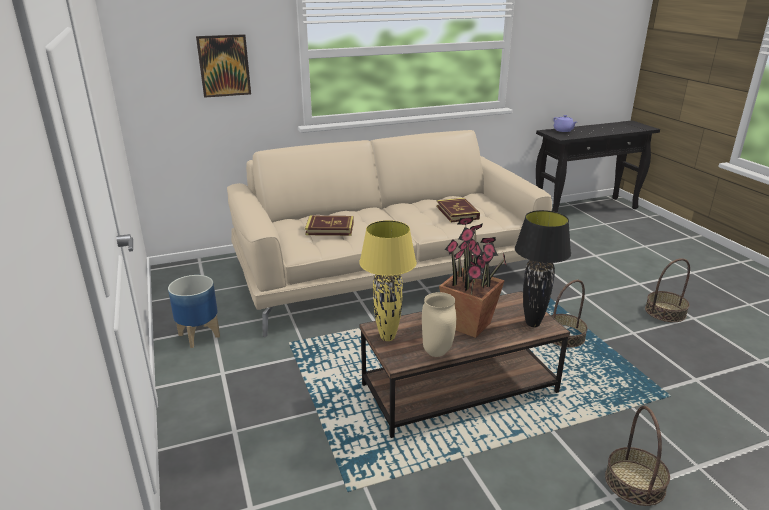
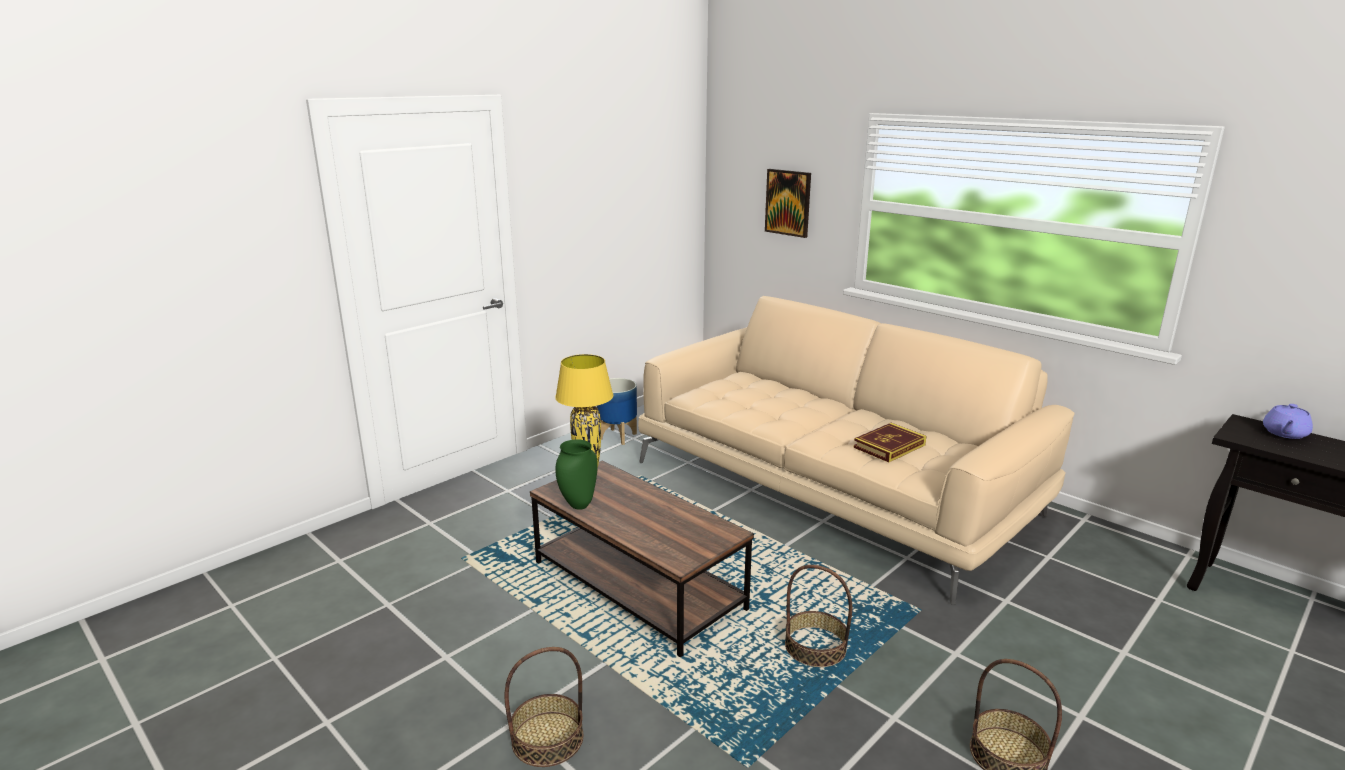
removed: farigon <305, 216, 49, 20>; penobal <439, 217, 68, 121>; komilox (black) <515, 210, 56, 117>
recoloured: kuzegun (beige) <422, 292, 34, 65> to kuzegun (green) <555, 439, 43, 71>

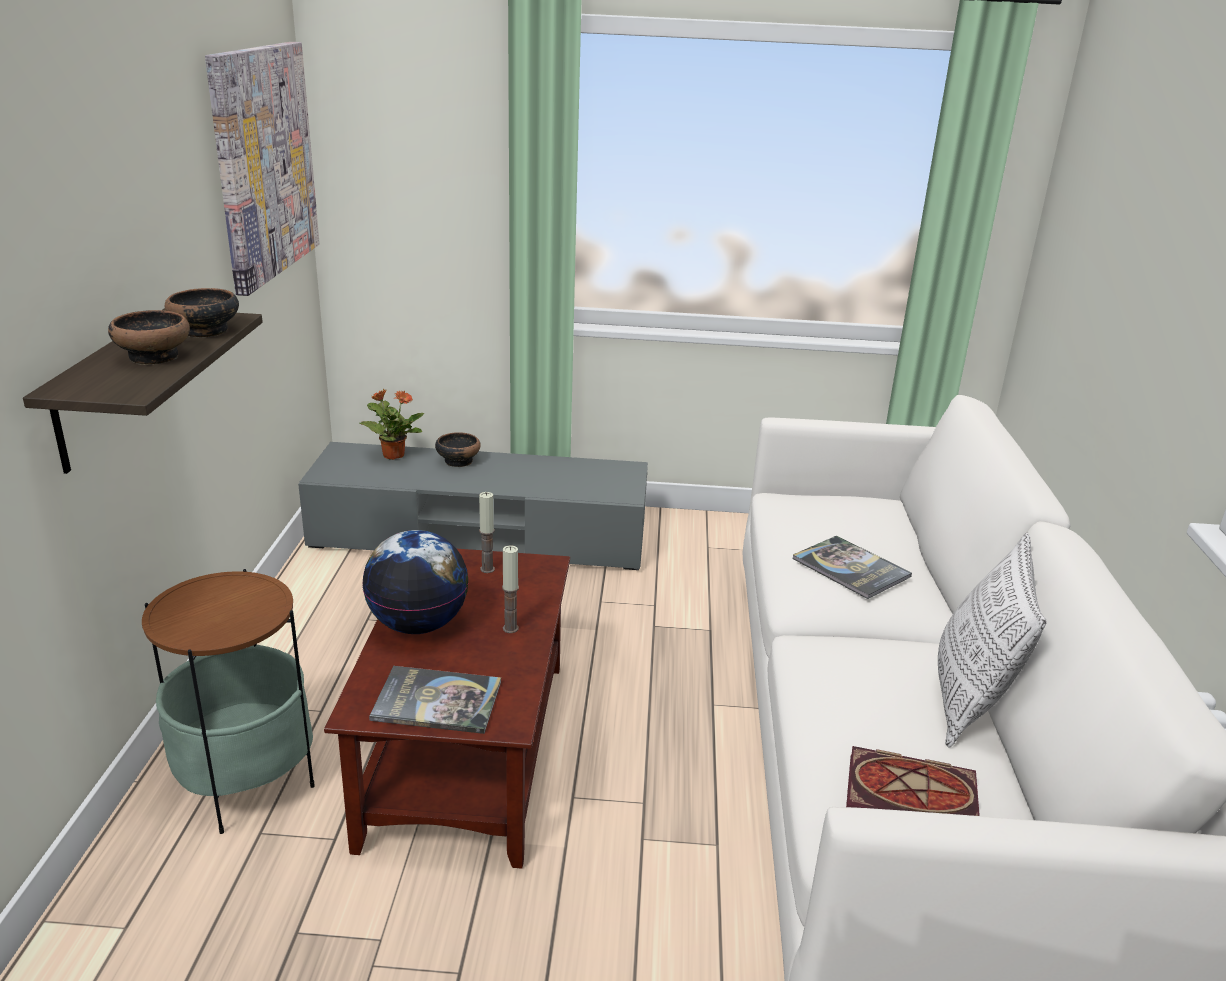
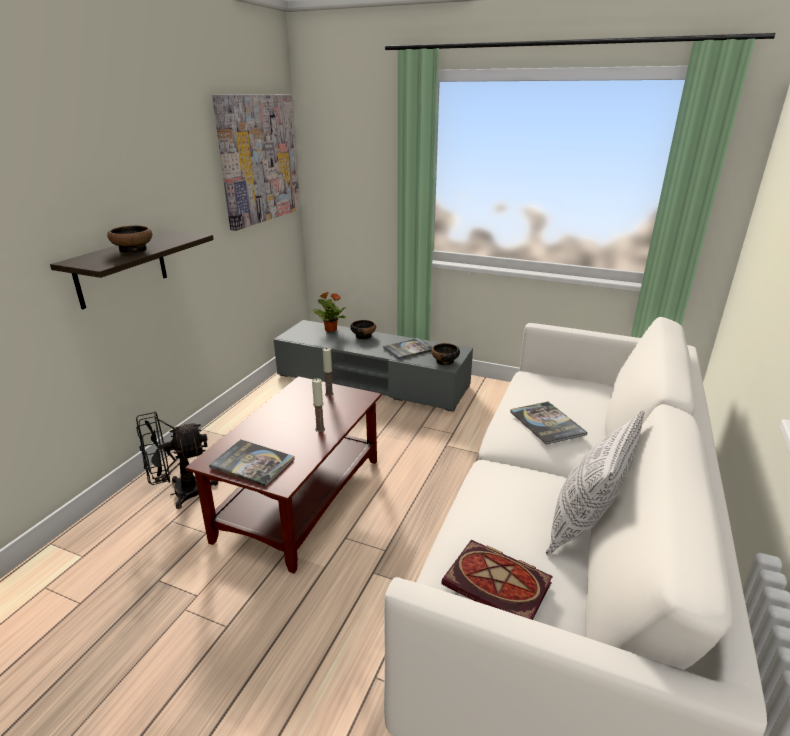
removed: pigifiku <362, 530, 107, 104>
added: farigon <383, 338, 50, 21>
moved: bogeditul <165, 288, 74, 50> to <431, 343, 29, 22>
replaced: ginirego <142, 569, 173, 265> to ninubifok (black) <136, 412, 82, 97>

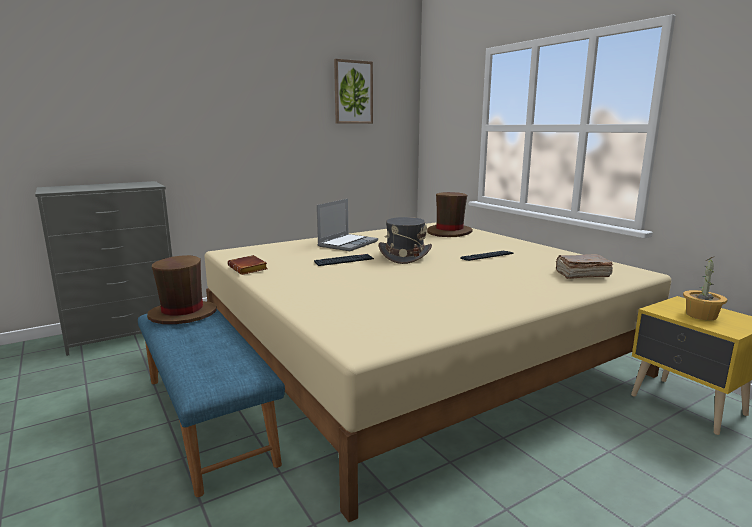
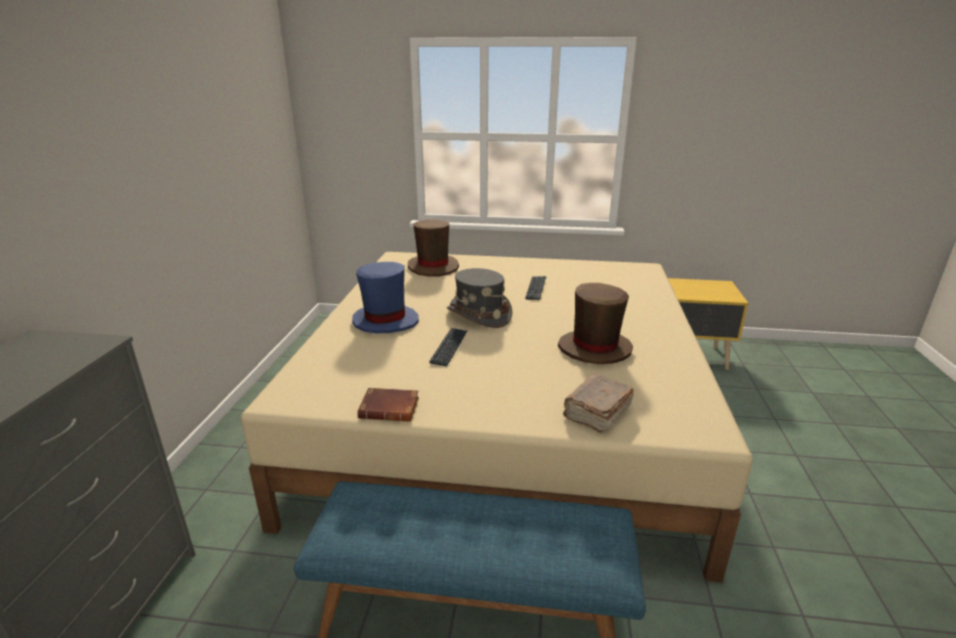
removed: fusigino <334, 59, 39, 65>; penobal <683, 257, 44, 63>
moved: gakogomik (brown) <147, 255, 70, 69> to <558, 283, 75, 81>; farigon (brown) <556, 254, 57, 25> to <563, 374, 71, 59>
replaced: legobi <317, 199, 61, 52> to gakogomik (blue) <352, 262, 67, 71>

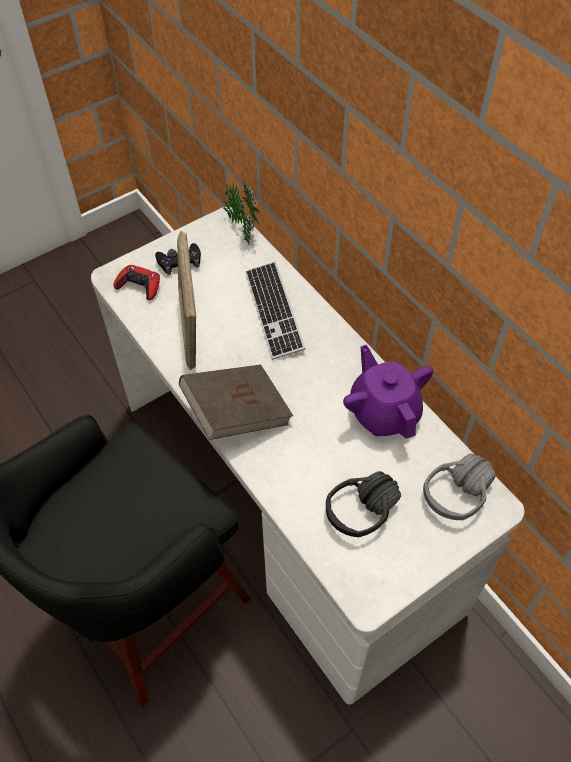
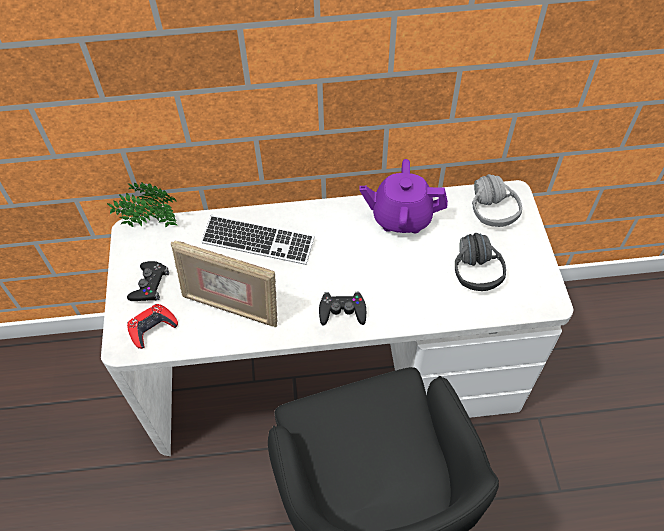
replaced: farigon (brown) <179, 365, 114, 75> to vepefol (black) <319, 291, 47, 35>

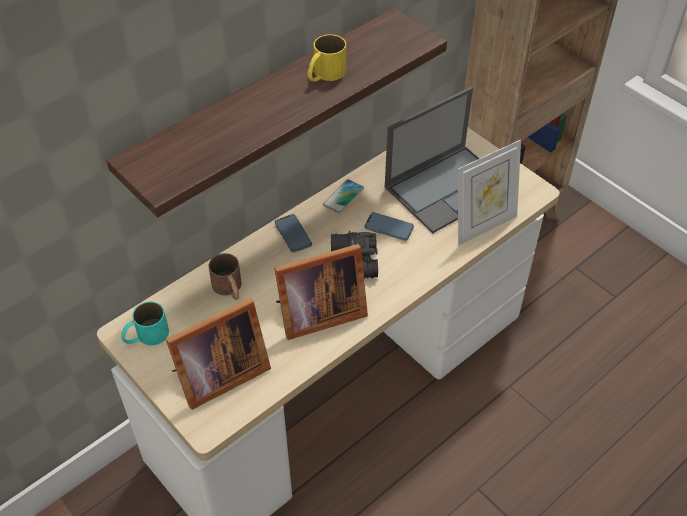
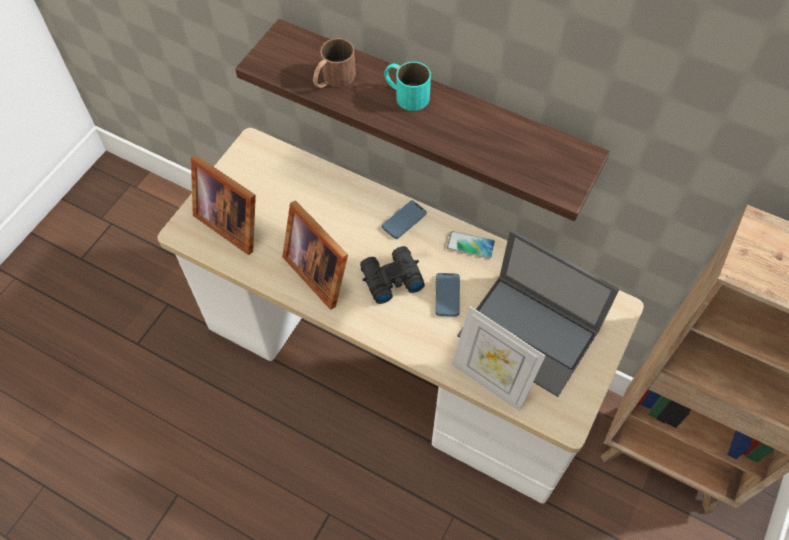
removed: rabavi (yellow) <308, 34, 38, 48>
moved: rabavi (turquoise) <121, 302, 48, 43> to <384, 62, 47, 49>; rabavi (brown) <208, 253, 34, 47> to <313, 38, 43, 50>

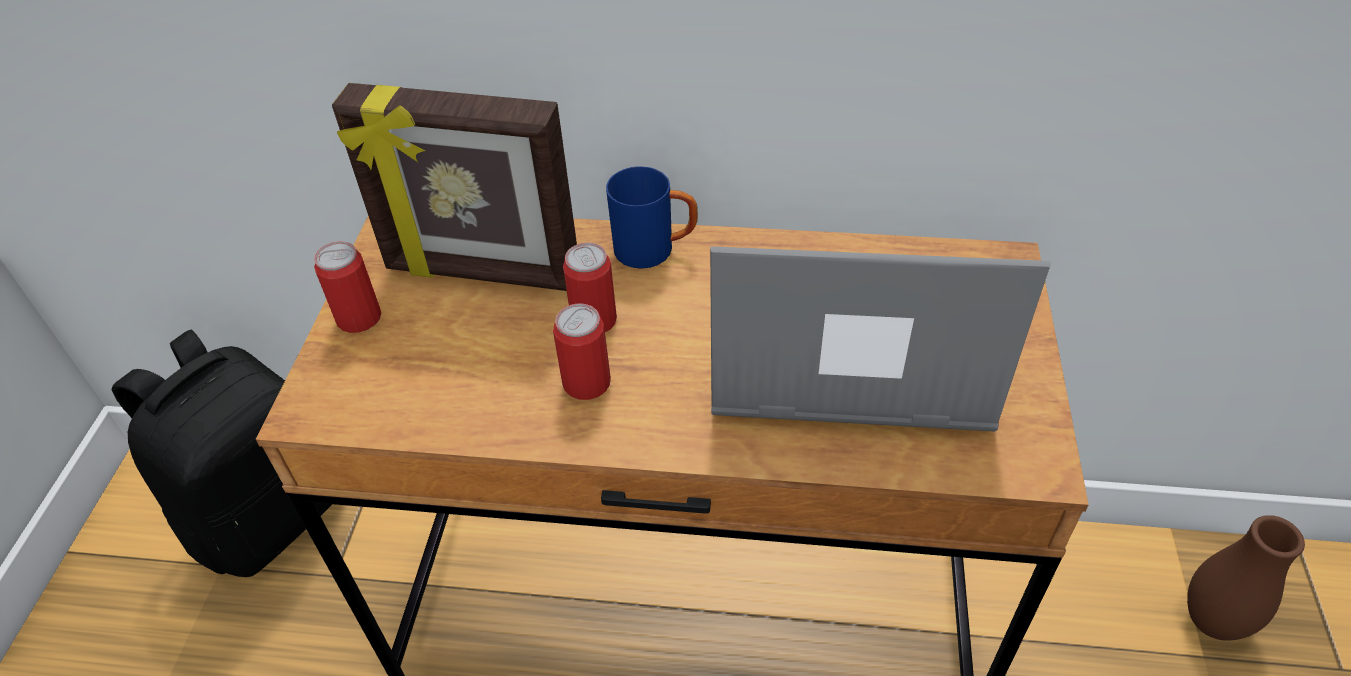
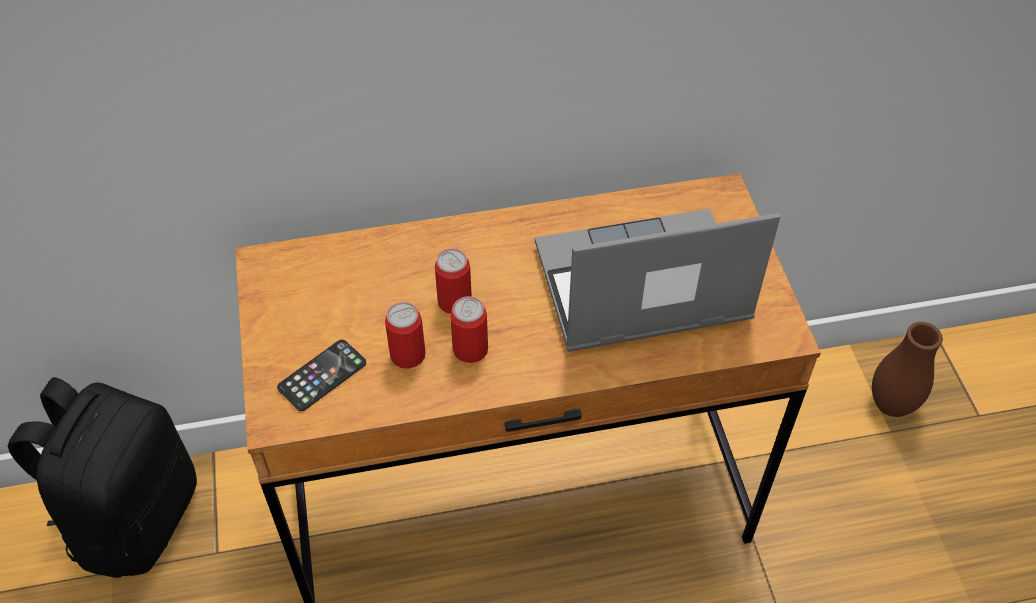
removed: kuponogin <332, 83, 245, 208>; rabavi (blue) <606, 166, 92, 103>
added: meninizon <277, 340, 89, 71>
moved: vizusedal <314, 241, 67, 92> to <385, 302, 41, 67>

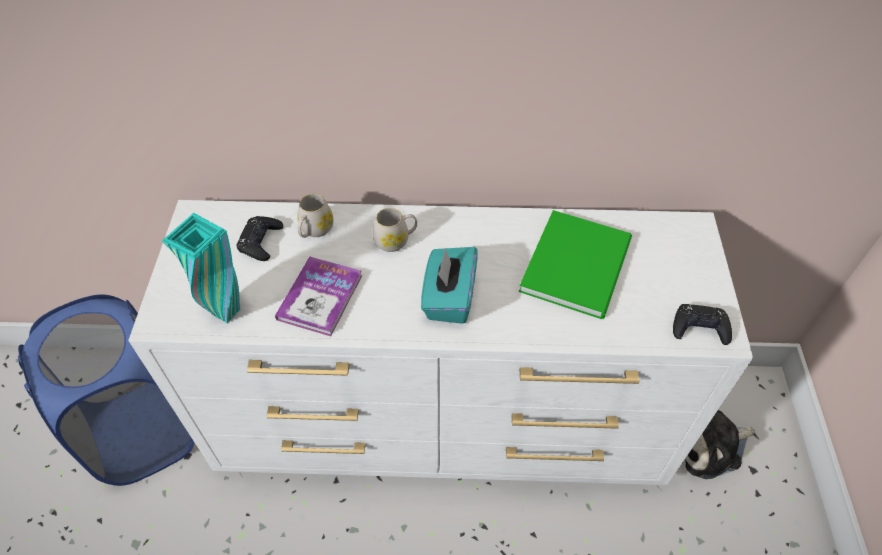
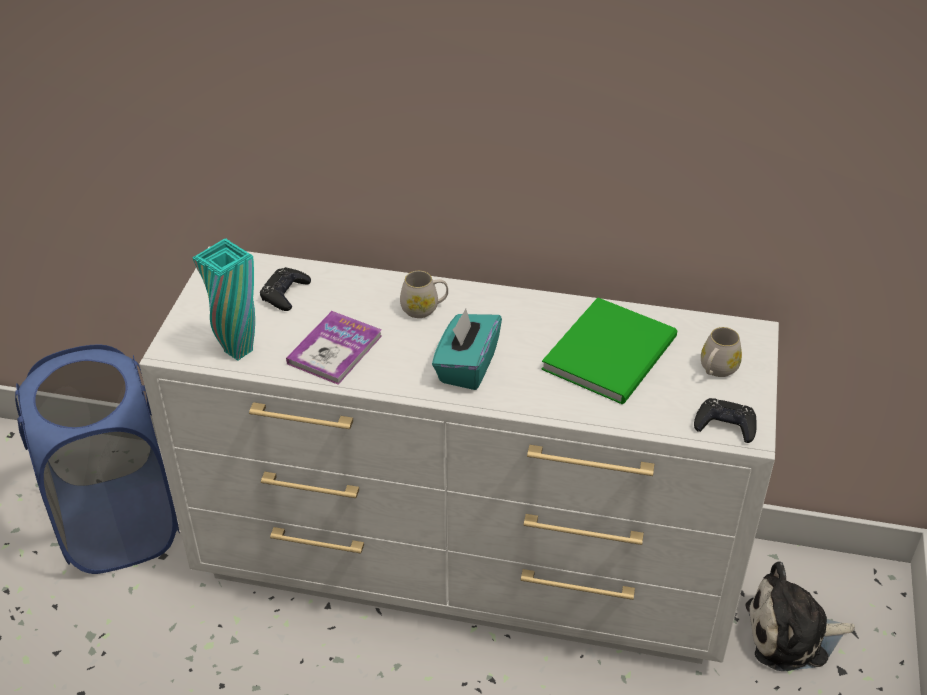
moved: rabavi (white) <298, 194, 36, 44> to <701, 327, 41, 50>

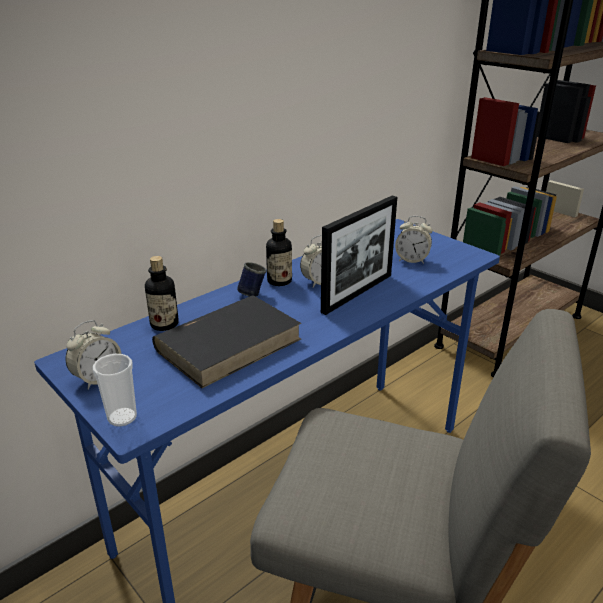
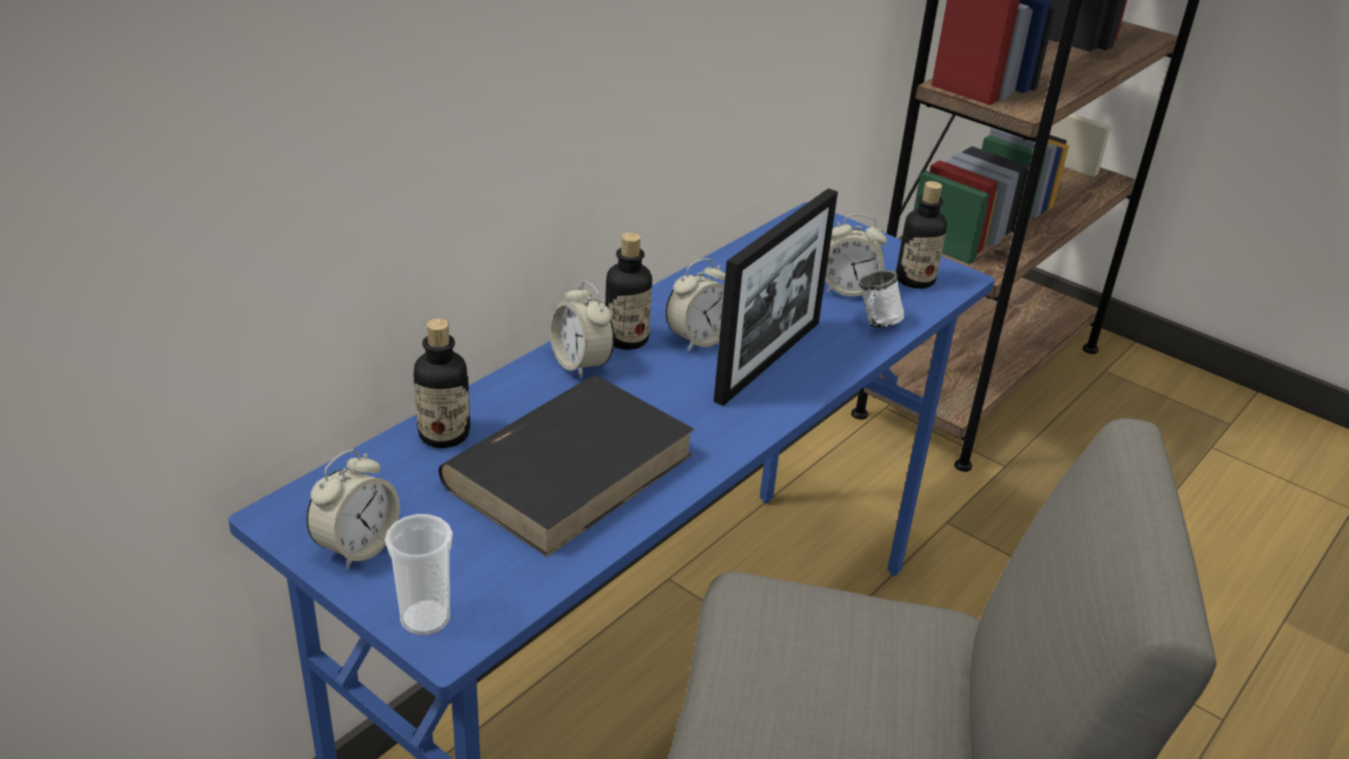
added: rabavi (white) <859, 270, 45, 58>; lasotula <896, 181, 51, 108>
replaced: rabavi (blue) <237, 262, 29, 34> to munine <550, 281, 64, 98>

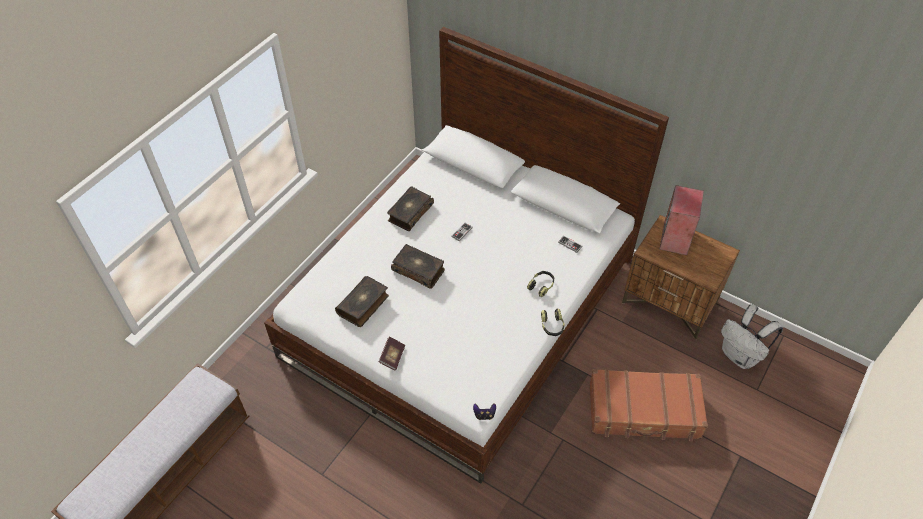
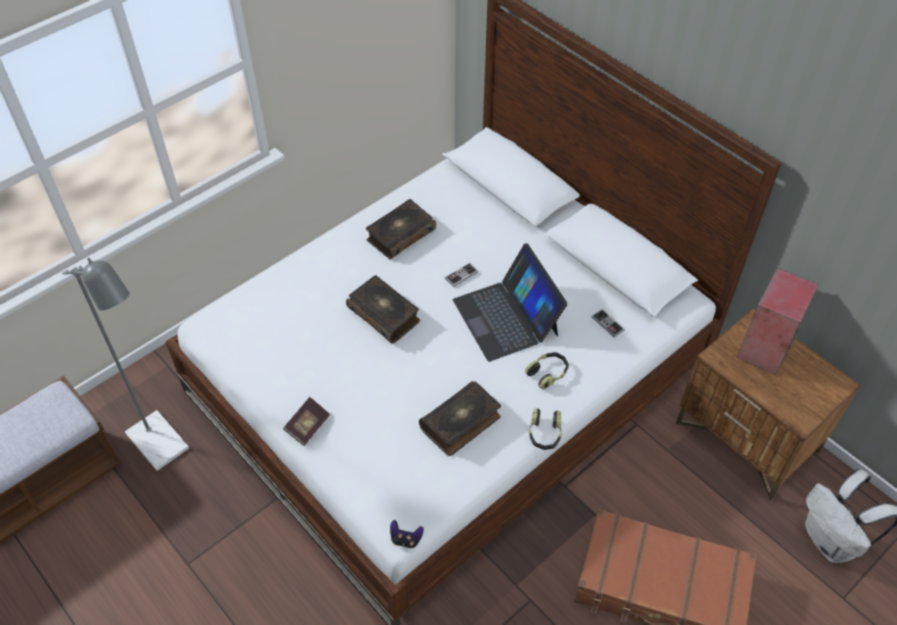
added: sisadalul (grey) <62, 258, 127, 213>; legobi <453, 243, 114, 119>
moved: farigon <335, 276, 54, 51> to <419, 381, 82, 75>

